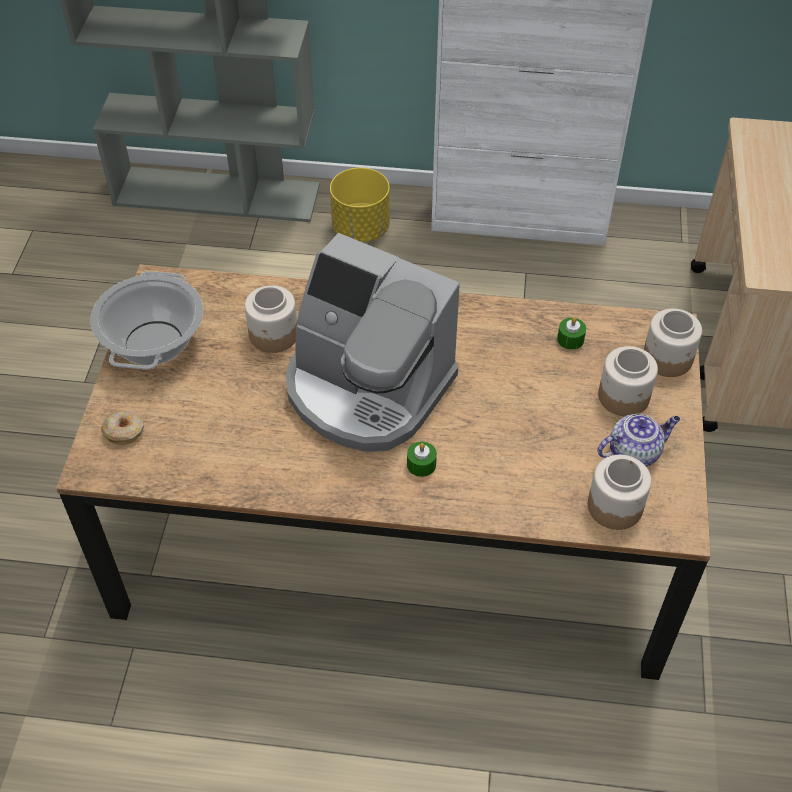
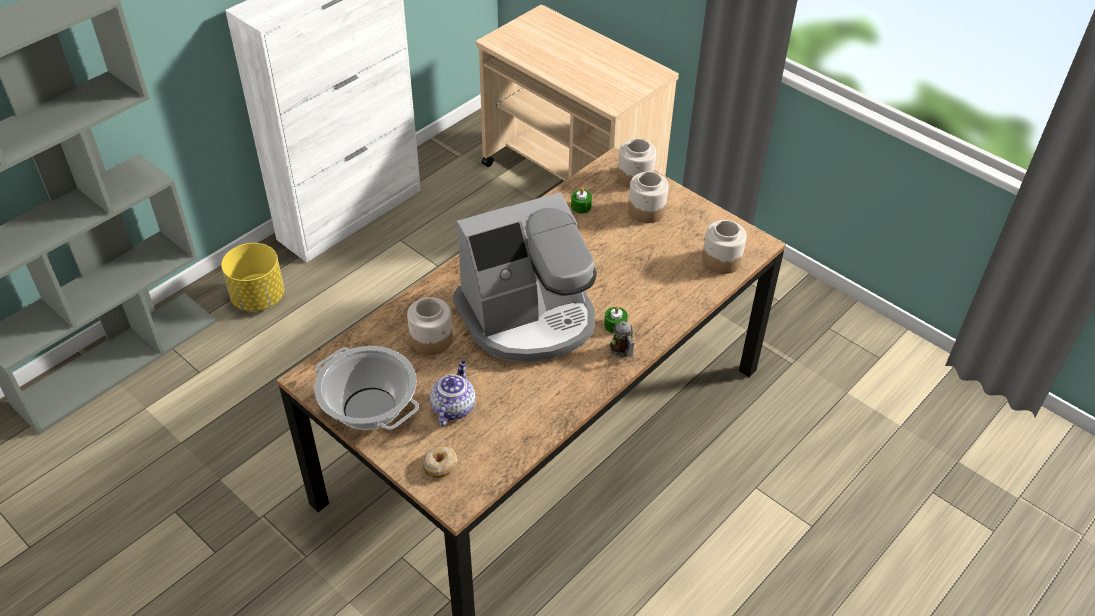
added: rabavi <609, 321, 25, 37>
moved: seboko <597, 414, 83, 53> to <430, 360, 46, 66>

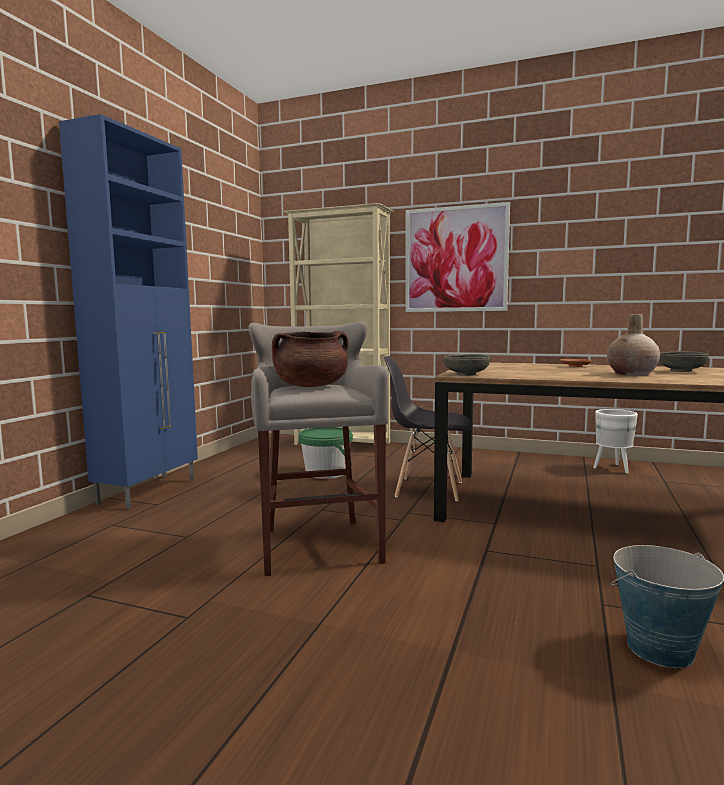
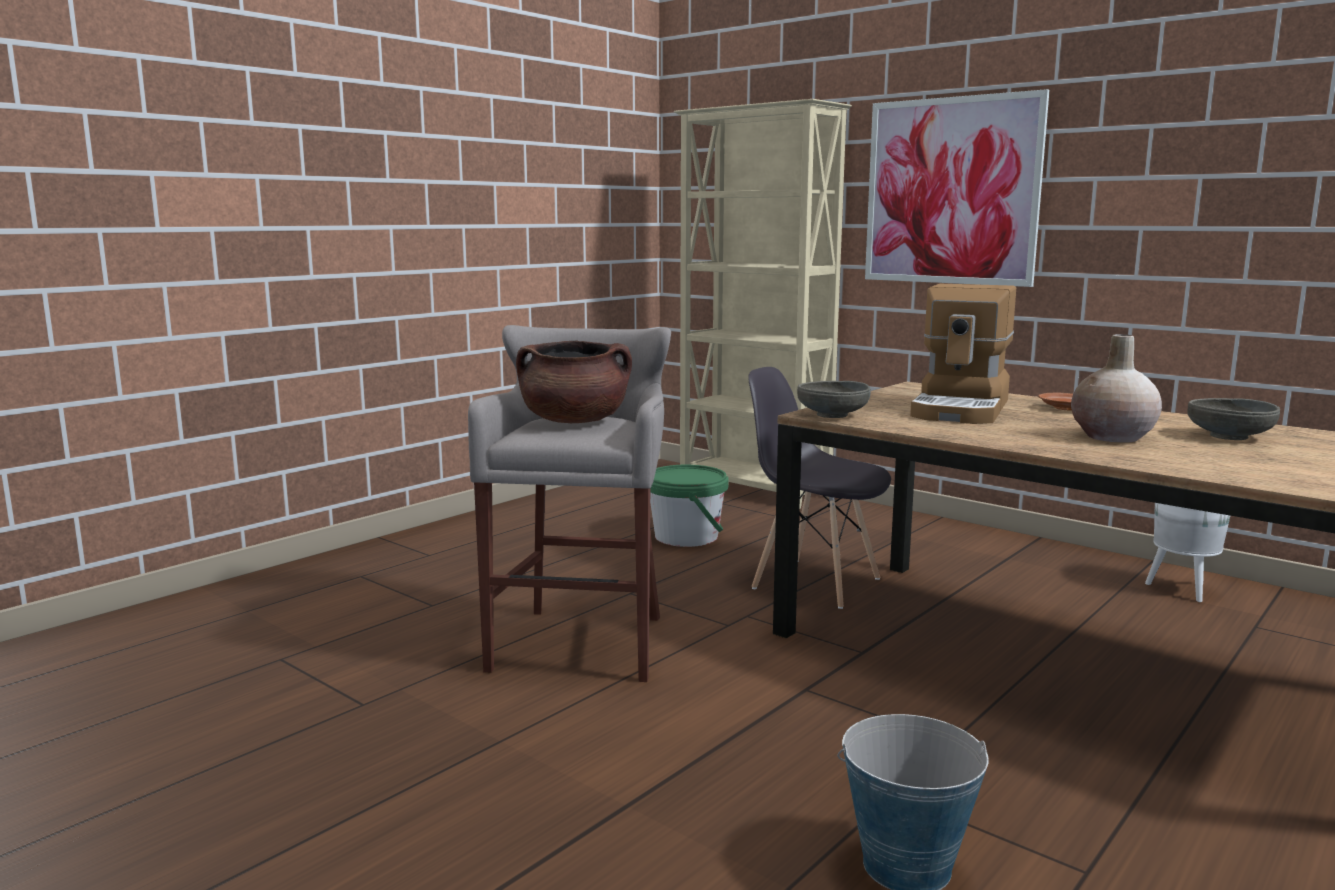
removed: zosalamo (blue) <59, 114, 139, 396>
added: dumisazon <910, 284, 106, 140>

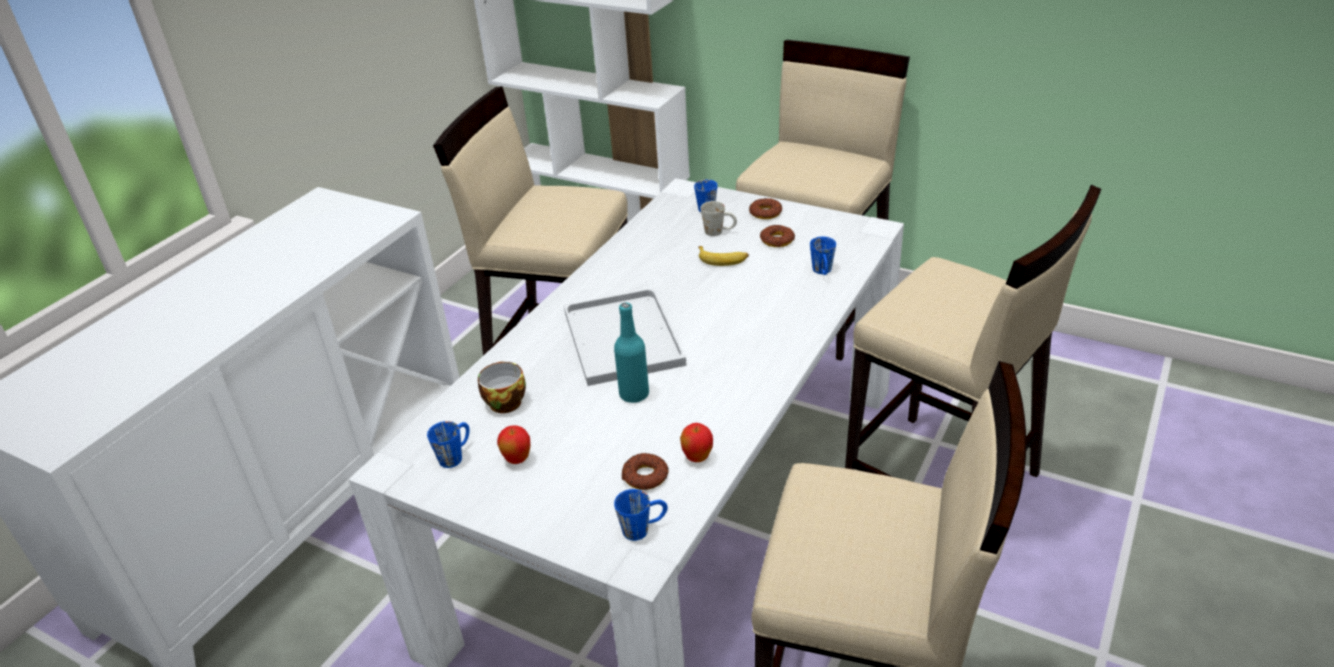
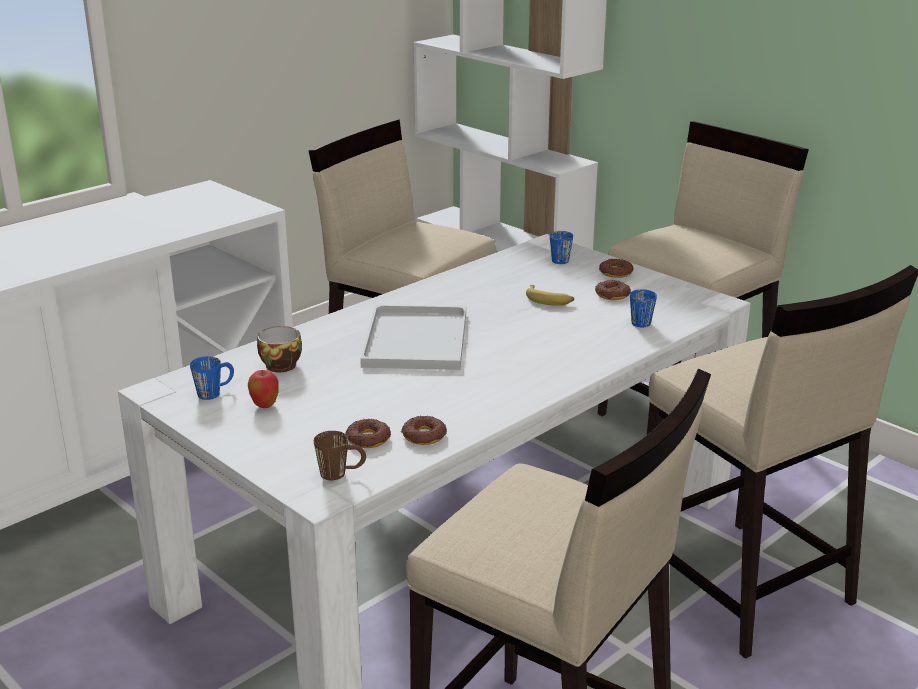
removed: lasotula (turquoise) <614, 303, 35, 100>; rabavi (white) <701, 201, 36, 35>
replaced: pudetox <680, 423, 33, 39> to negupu <401, 416, 46, 29>
recoloured: rabavi (blue) <614, 489, 54, 52> to rabavi (brown) <314, 431, 52, 49>

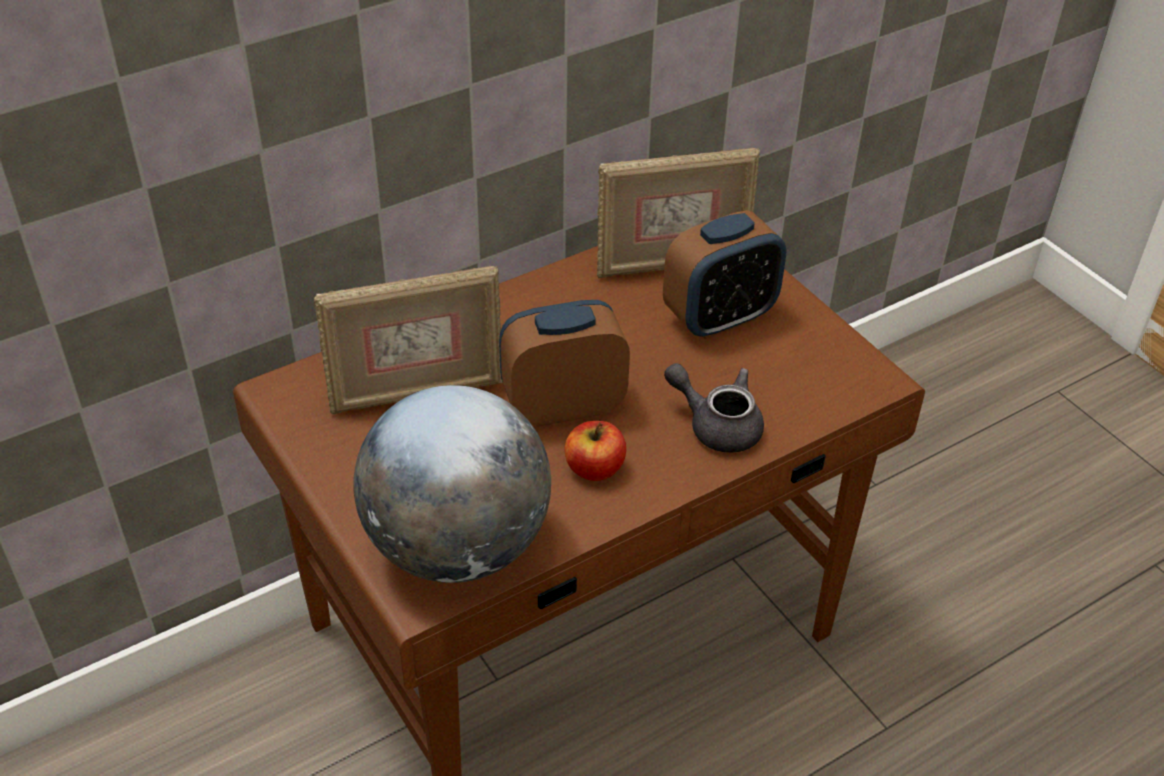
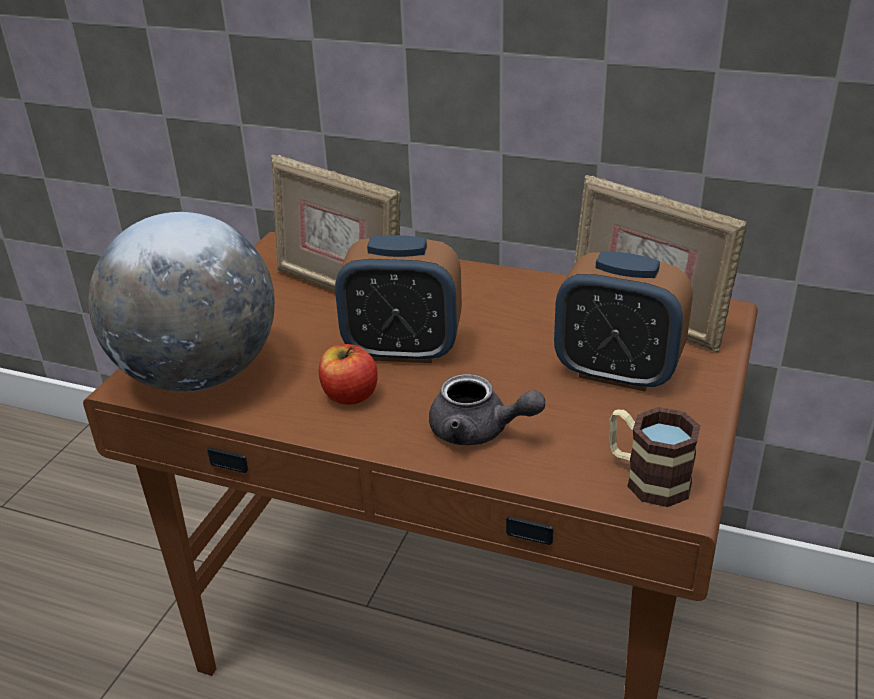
added: rabavi <609, 407, 91, 100>
turned: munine <499, 300, 131, 127> = <335, 235, 127, 128> 150 degrees clockwise; seboko (grey) <664, 363, 100, 90> = <429, 374, 116, 71> 120 degrees clockwise

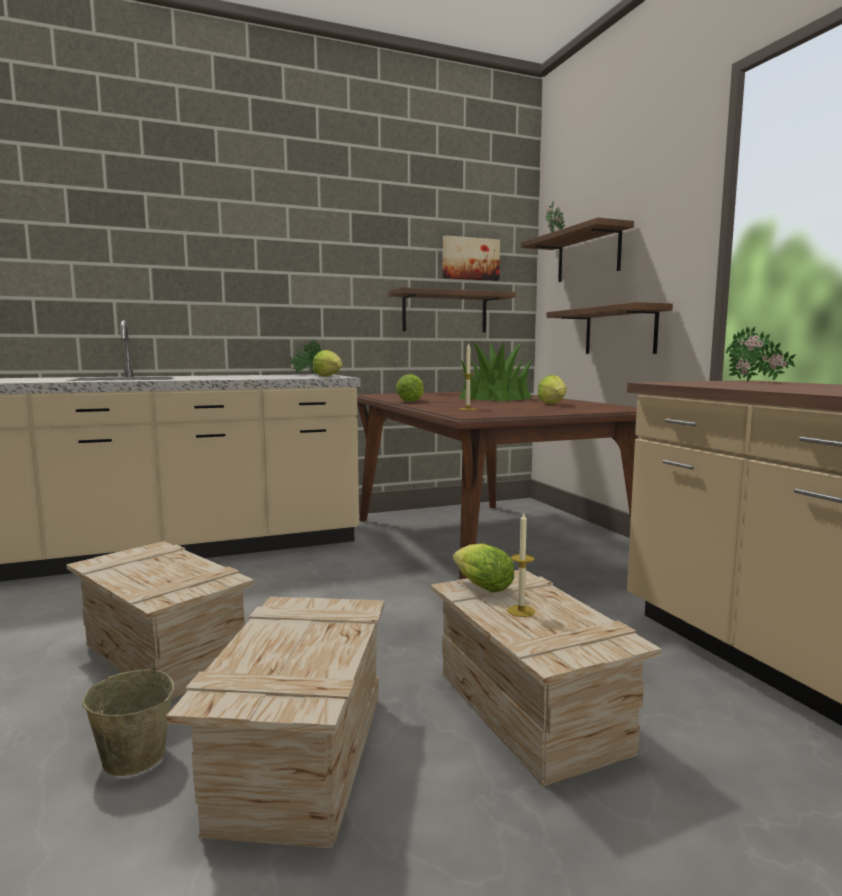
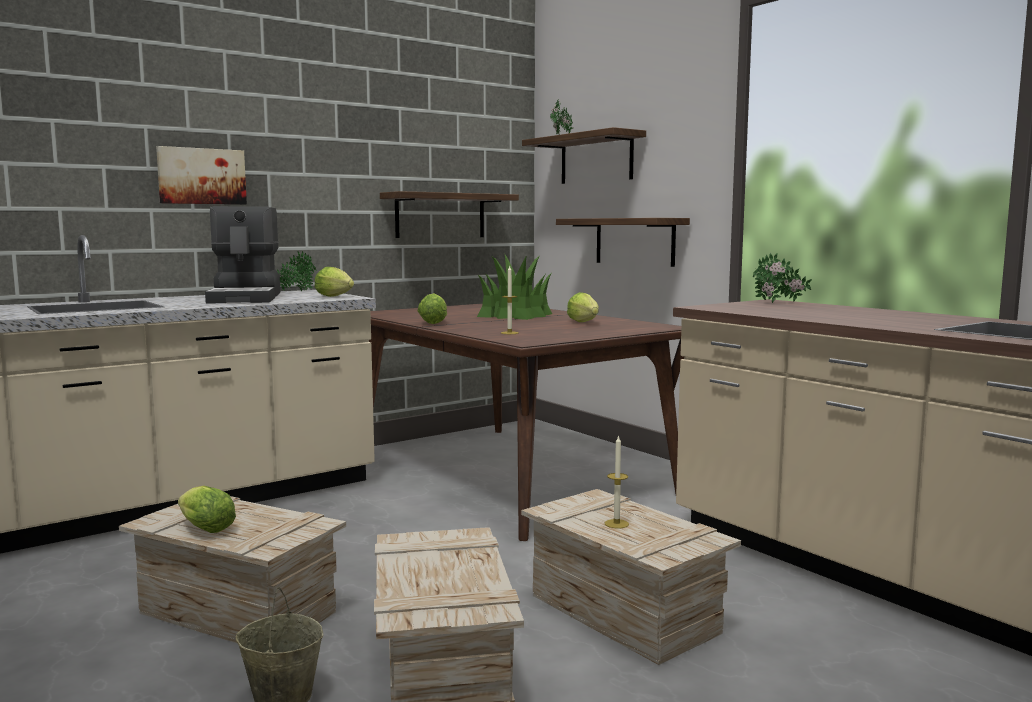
added: dumisazon <205, 206, 75, 98>
moved: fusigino <442, 235, 58, 46> to <156, 146, 91, 59>; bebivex <453, 544, 61, 48> to <178, 486, 58, 47>

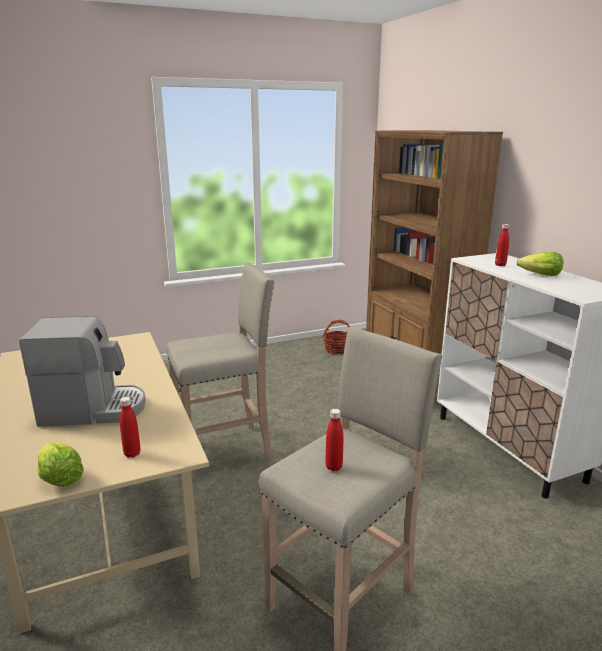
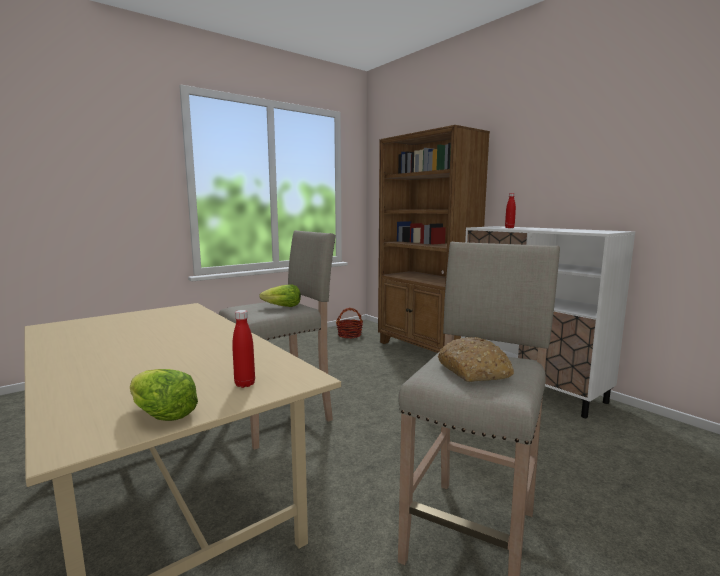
removed: dumisazon <19, 316, 127, 111>
moved: bebivex <516, 252, 47, 24> to <260, 284, 41, 23>
replaced: lasotula (red) <325, 409, 18, 62> to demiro <438, 337, 76, 45>

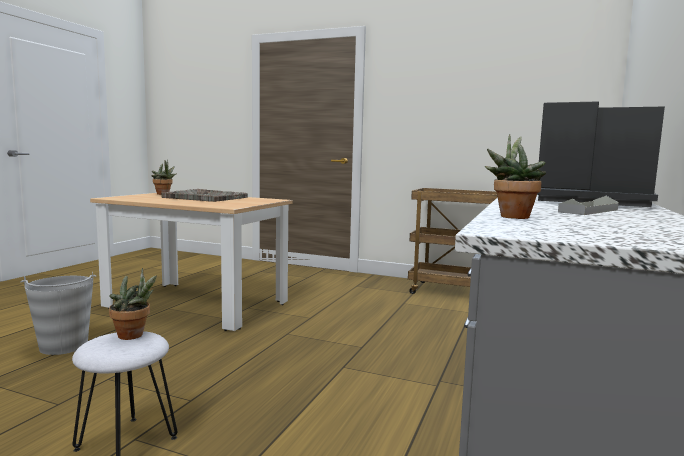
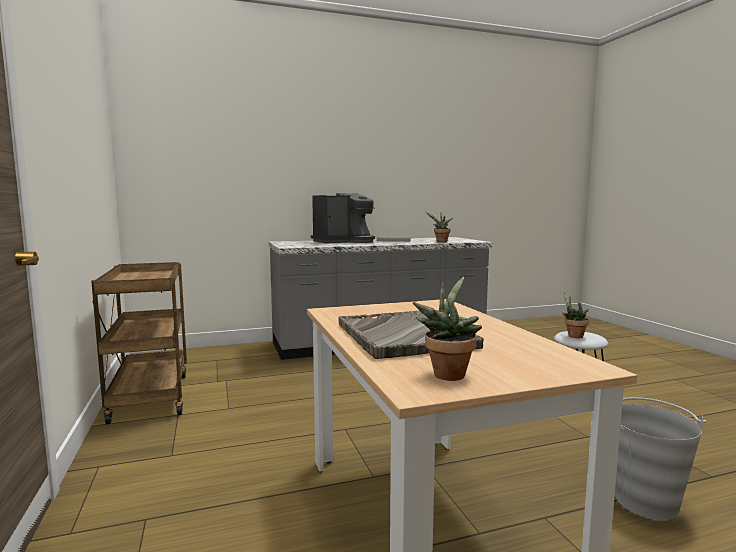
turned: dumisazon <537, 102, 128, 105> = <311, 193, 64, 50> 105 degrees counterclockwise

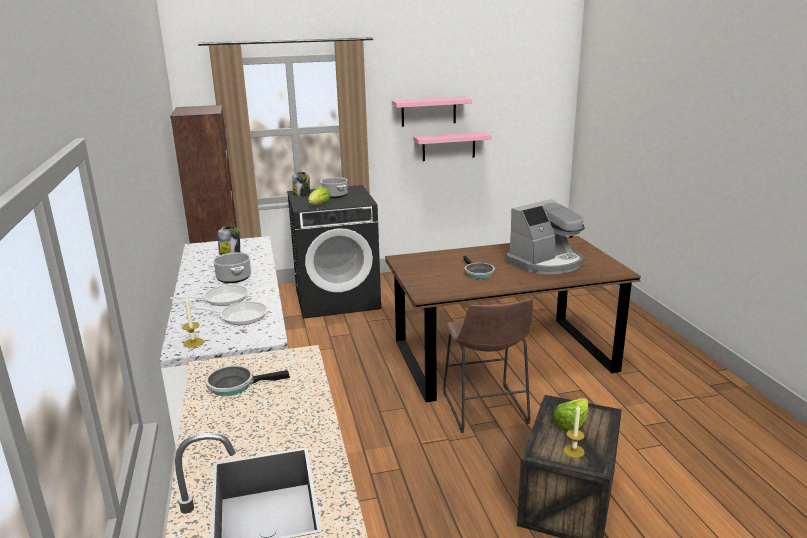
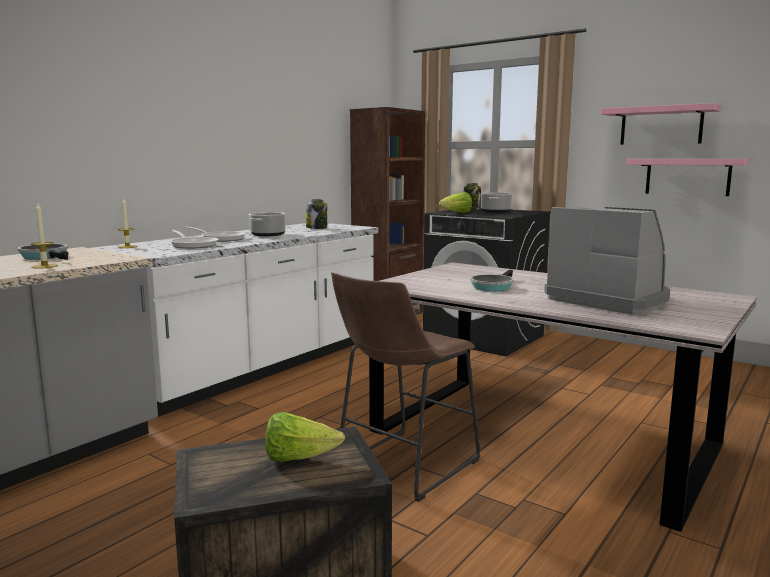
moved: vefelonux <564, 405, 21, 53> to <31, 202, 27, 67>
recoloured: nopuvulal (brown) <385, 236, 256, 166> to nopuvulal (grey) <369, 262, 388, 270>
turned: dumisazon <507, 199, 78, 75> = <544, 207, 126, 108> 150 degrees counterclockwise

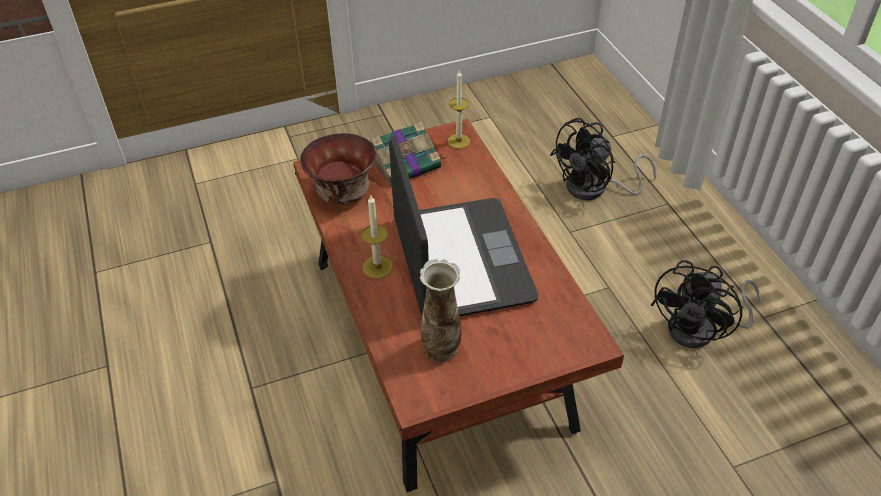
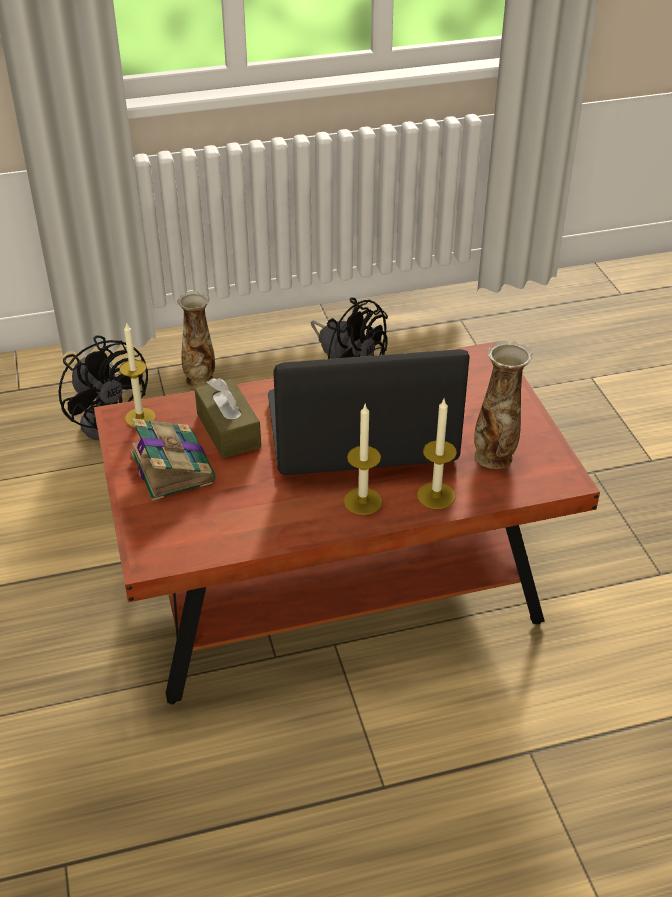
removed: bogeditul <300, 133, 76, 72>
added: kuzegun <177, 291, 38, 97>; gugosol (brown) <195, 378, 66, 81>; vefelonux <417, 399, 40, 110>

